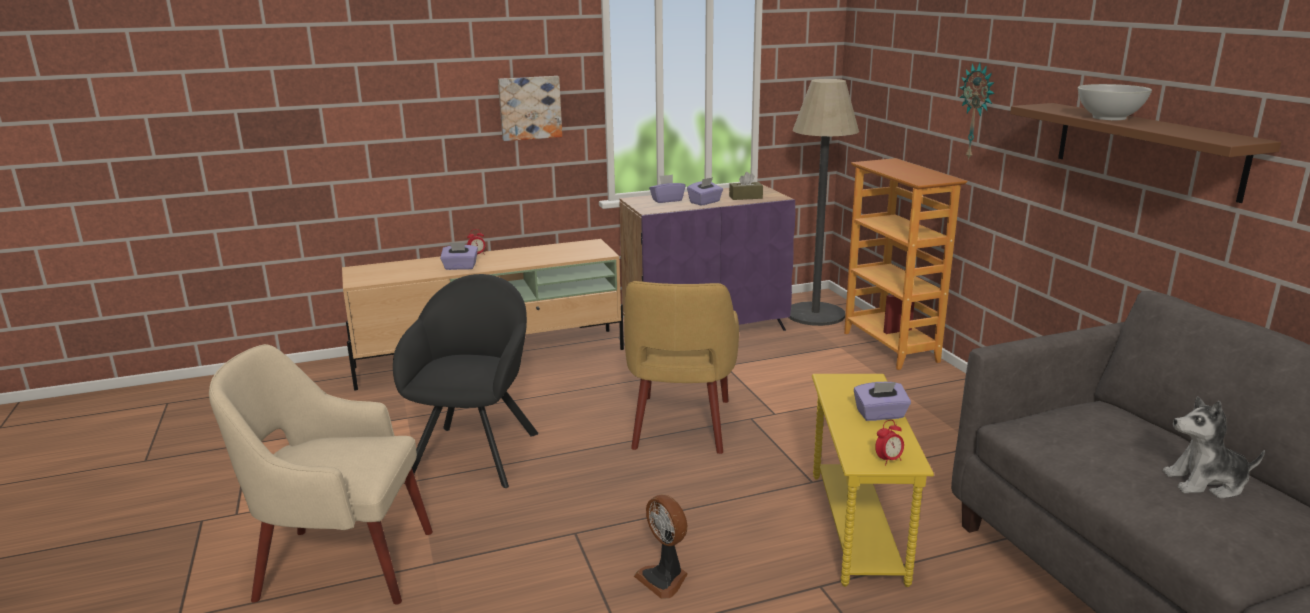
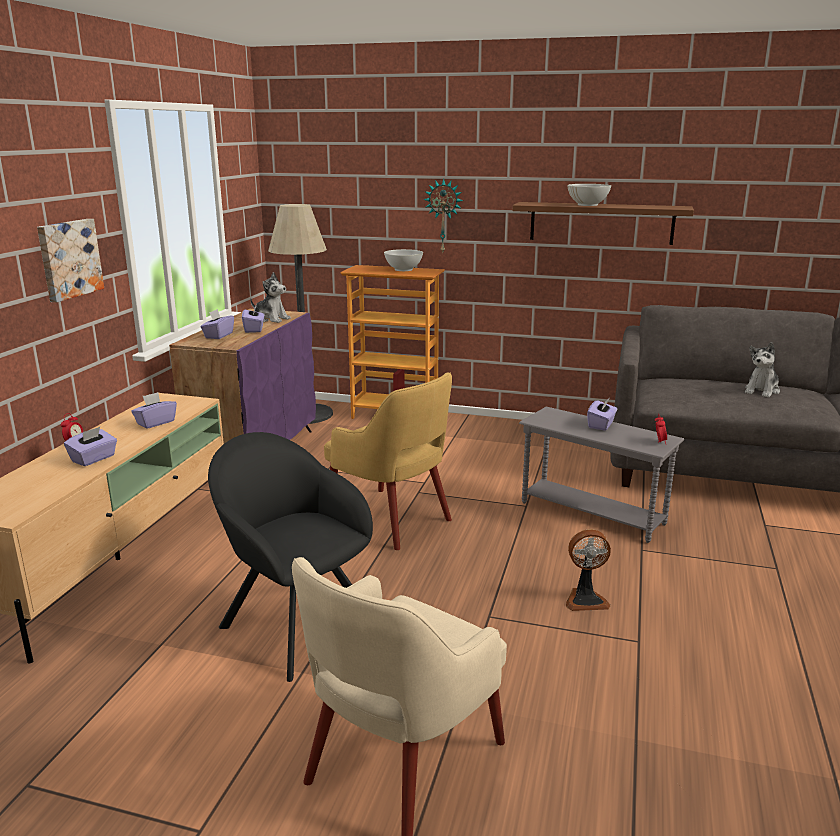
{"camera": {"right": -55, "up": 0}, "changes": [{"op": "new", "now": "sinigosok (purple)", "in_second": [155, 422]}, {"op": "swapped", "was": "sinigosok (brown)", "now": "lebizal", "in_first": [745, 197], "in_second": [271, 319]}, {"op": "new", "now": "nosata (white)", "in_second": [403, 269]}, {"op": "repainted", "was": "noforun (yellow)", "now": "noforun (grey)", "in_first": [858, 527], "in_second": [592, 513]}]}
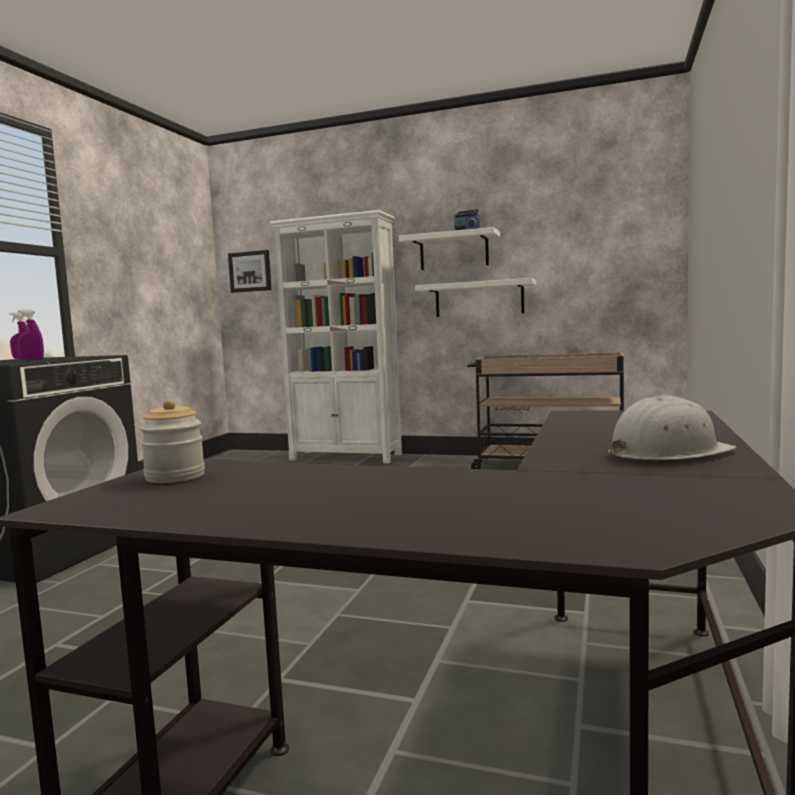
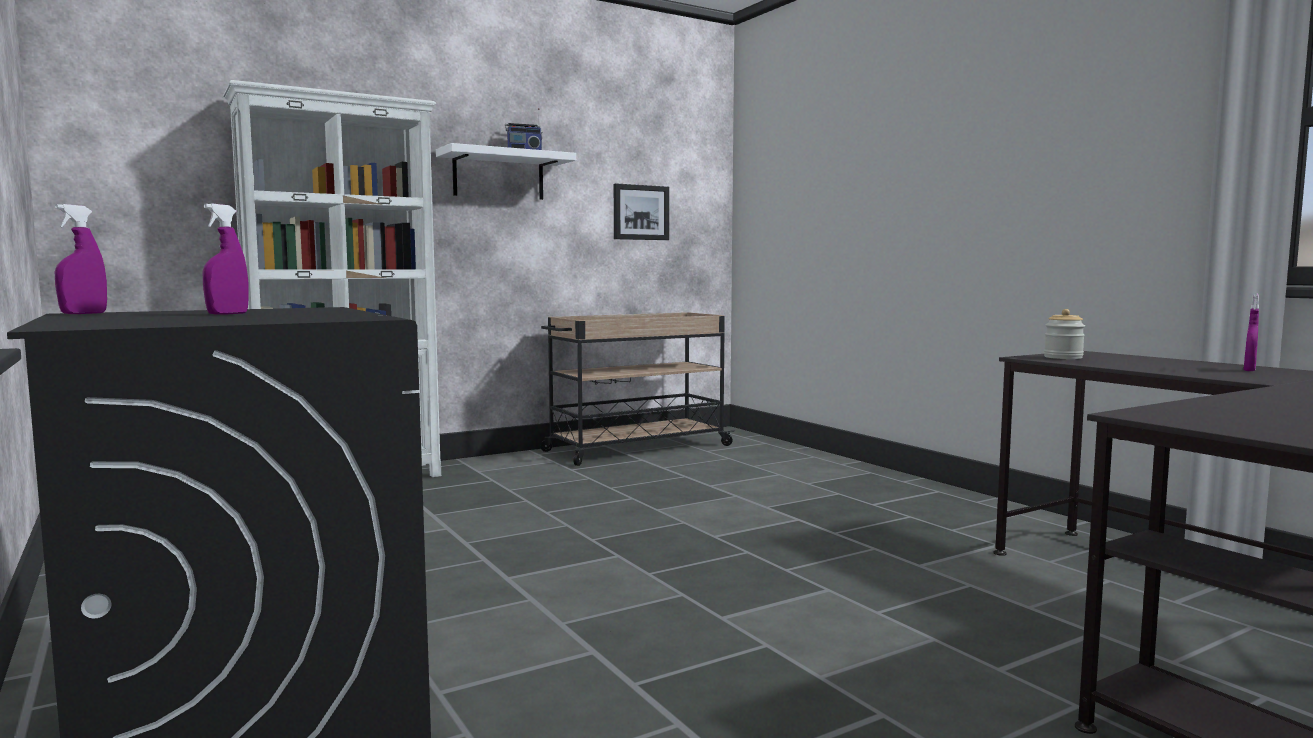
{"camera": {"right": -50, "up": 0}, "changes": [{"op": "shifted", "was": "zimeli", "in_first": [250, 271], "in_second": [640, 212]}, {"op": "shifted", "was": "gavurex", "in_first": [175, 476], "in_second": [1063, 357]}, {"op": "swapped", "was": "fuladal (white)", "now": "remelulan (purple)", "in_first": [667, 453], "in_second": [1249, 370]}, {"op": "gone", "was": "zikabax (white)", "in_first": [479, 299]}]}
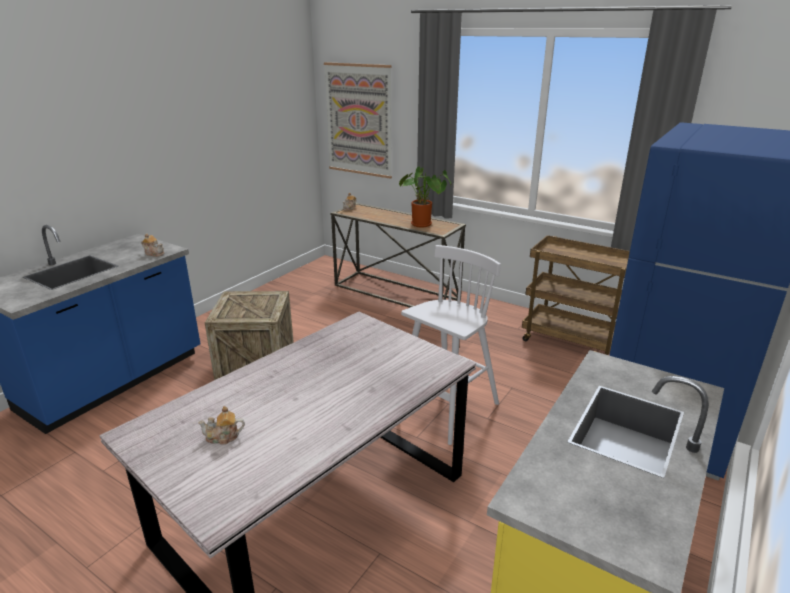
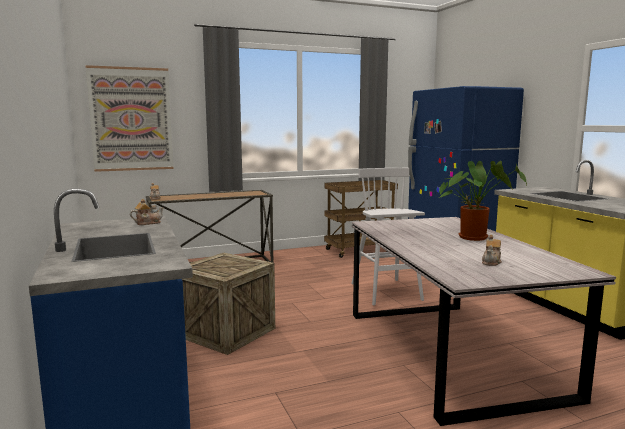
{"camera": {"right": -55, "up": -15}, "changes": [{"op": "shifted", "was": "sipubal", "in_first": [424, 225], "in_second": [475, 237]}]}
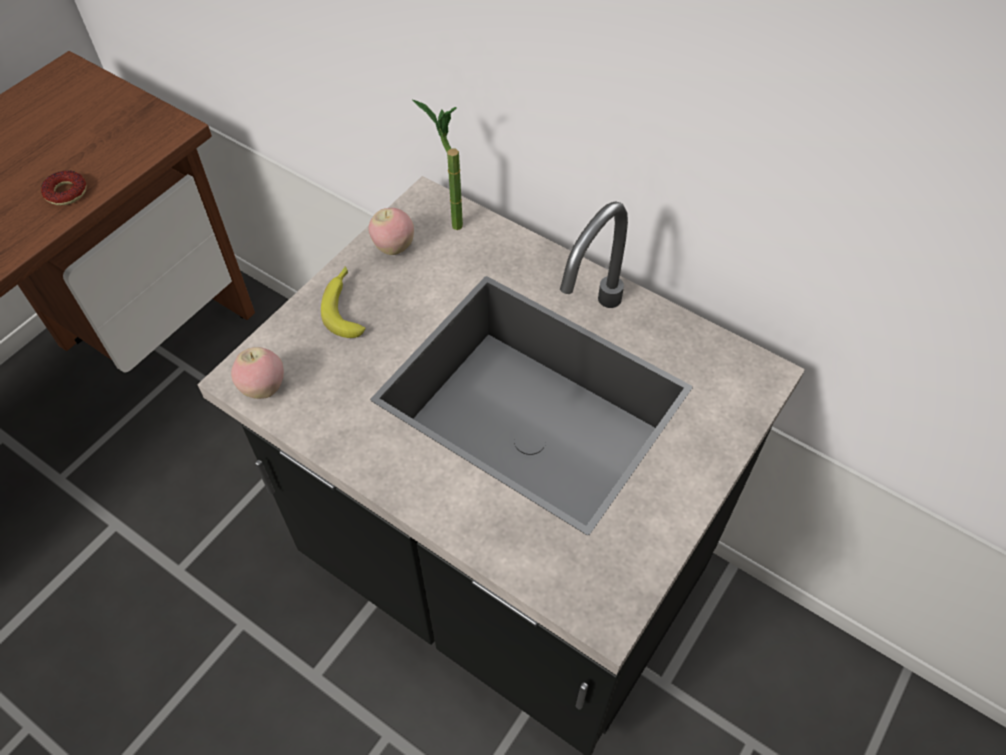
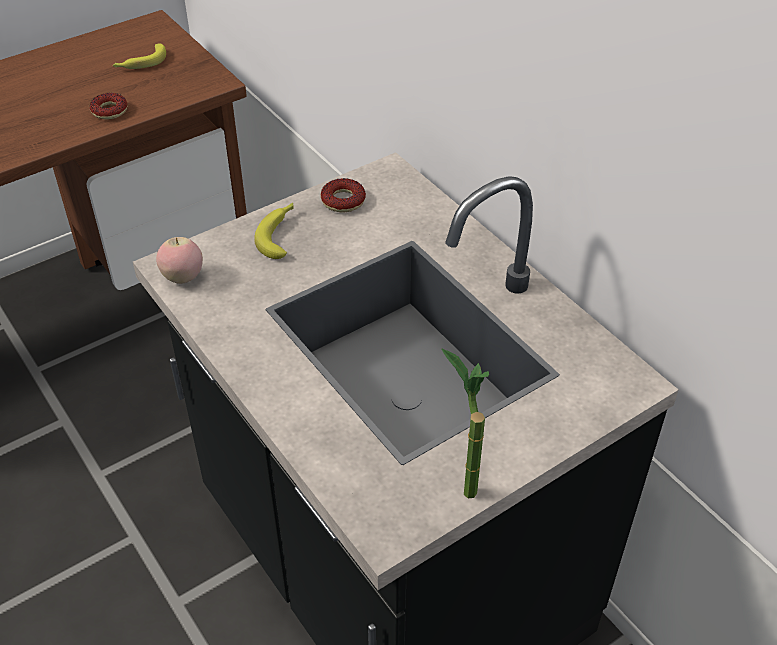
{"camera": {"right": 20, "up": -10}, "changes": [{"op": "new", "now": "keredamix", "in_second": [141, 63]}, {"op": "swapped", "was": "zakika", "now": "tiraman", "in_first": [393, 247], "in_second": [343, 200]}, {"op": "shifted", "was": "sipubal", "in_first": [448, 221], "in_second": [461, 483]}]}
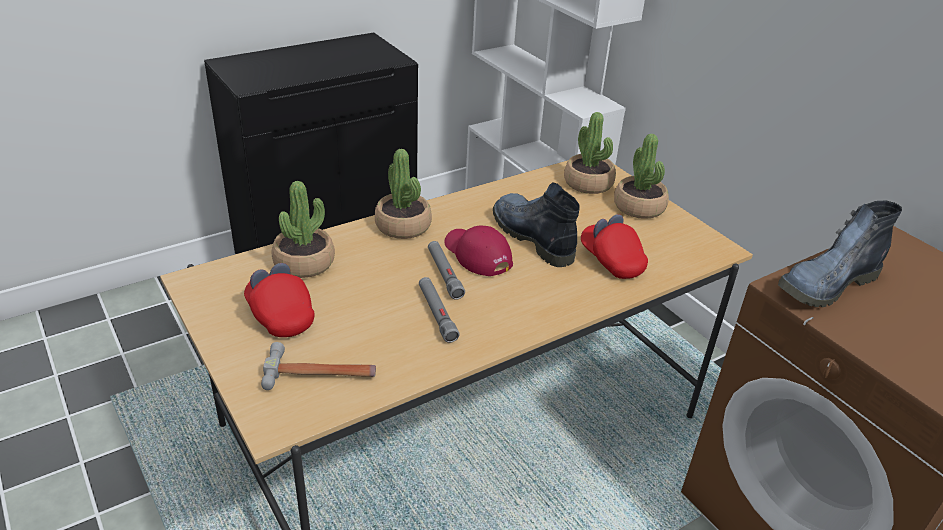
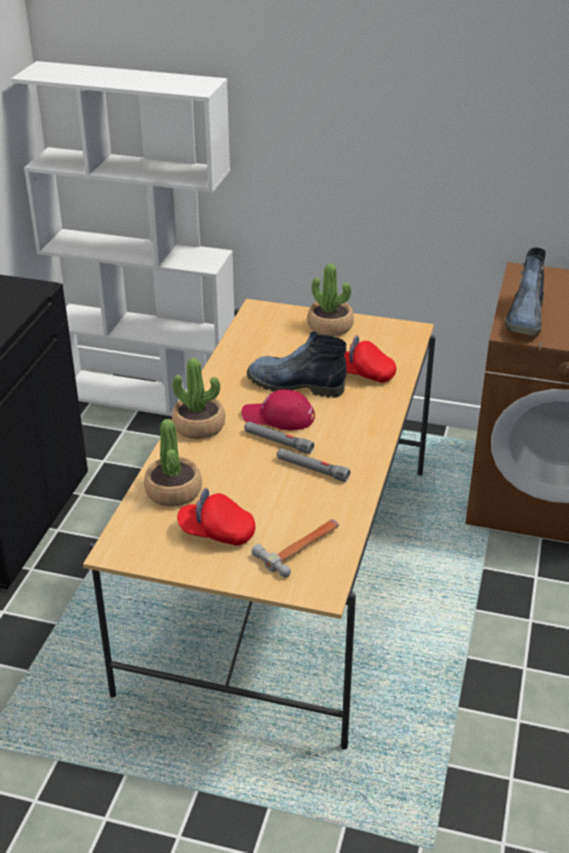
{"camera": {"right": -40, "up": 0}, "changes": [{"op": "gone", "was": "sipubal", "in_first": [588, 183]}]}
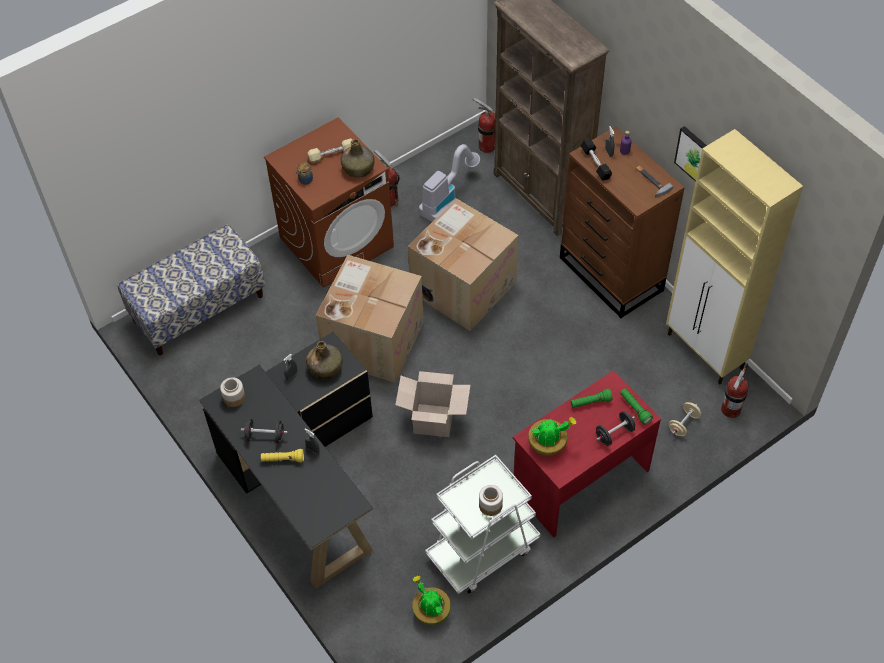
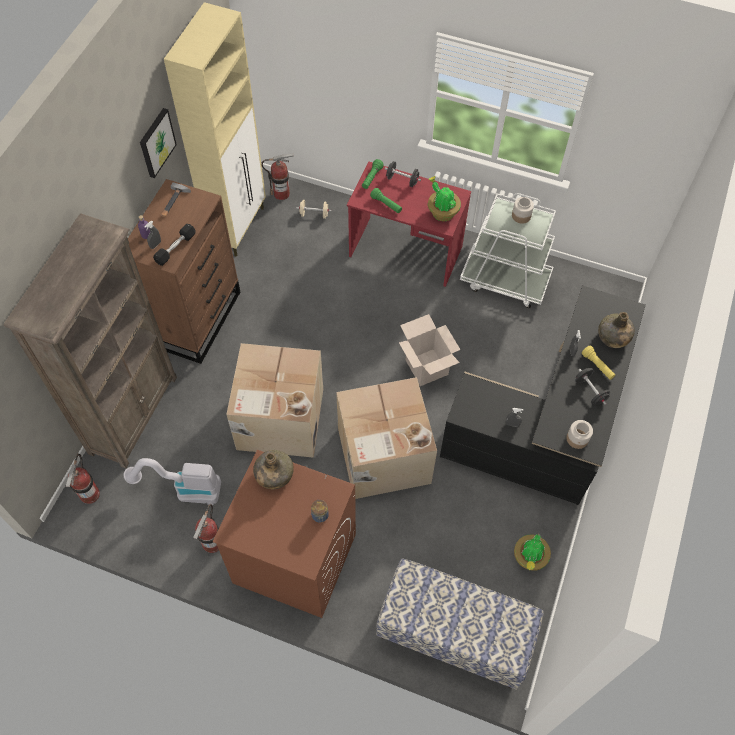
{"camera": {"right": -125, "up": 5}, "changes": [{"op": "shifted", "was": "sipubal", "in_first": [430, 611], "in_second": [529, 558]}, {"op": "shifted", "was": "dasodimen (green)", "in_first": [325, 367], "in_second": [612, 337]}, {"op": "gone", "was": "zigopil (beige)", "in_first": [332, 155]}]}
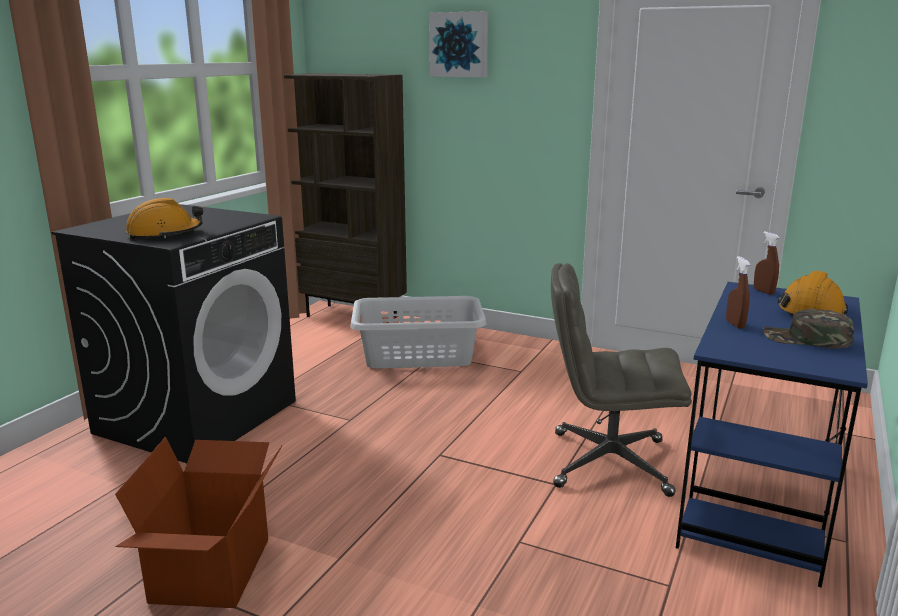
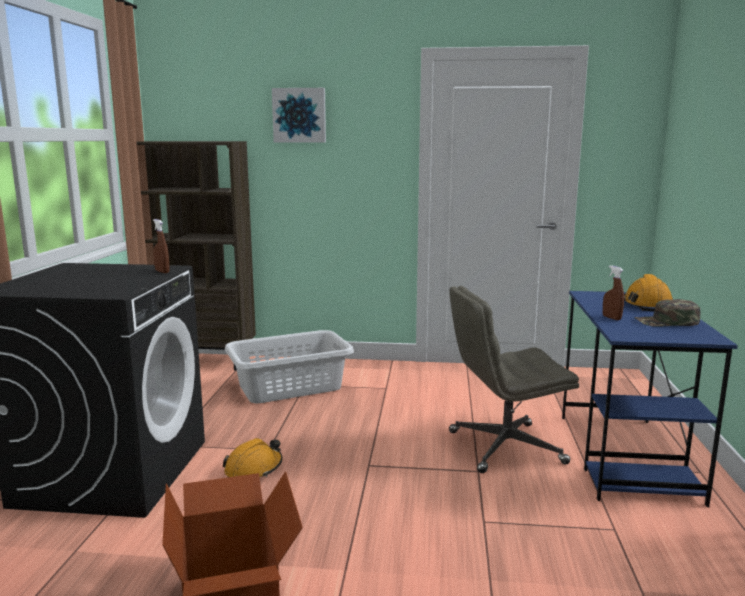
{"camera": {"right": -20, "up": -5}, "changes": [{"op": "shifted", "was": "remelulan (brown)", "in_first": [763, 291], "in_second": [162, 272]}, {"op": "shifted", "was": "fuladal (orange)", "in_first": [165, 234], "in_second": [254, 469]}]}
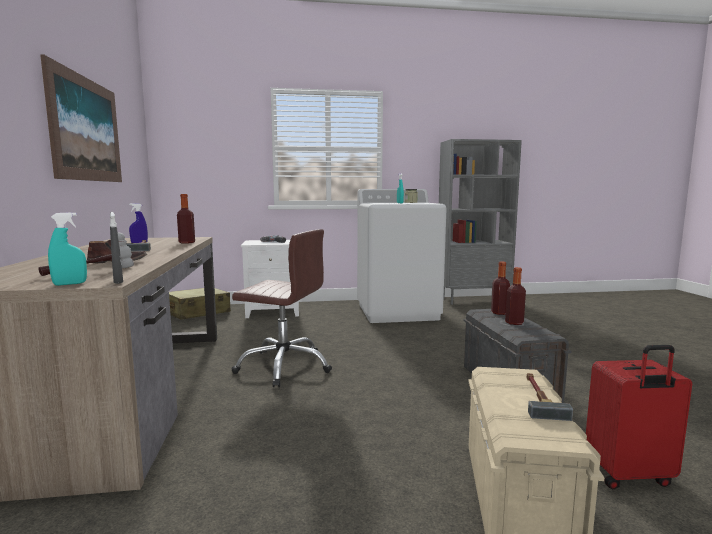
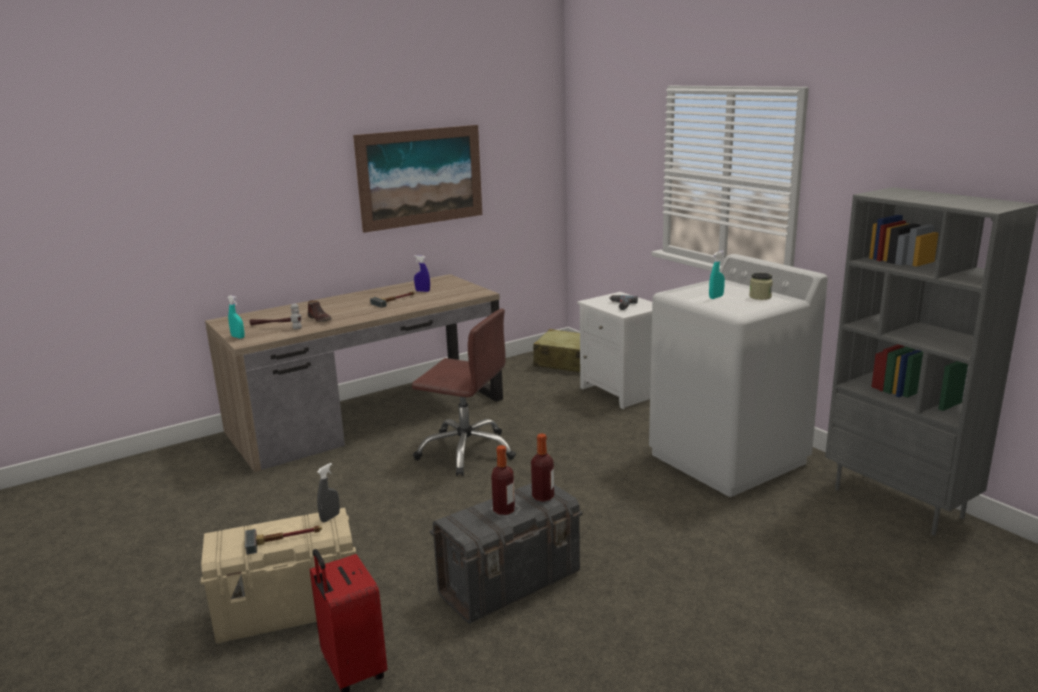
{"camera": {"right": 65, "up": 10}, "changes": [{"op": "shifted", "was": "remelulan (grey)", "in_first": [118, 281], "in_second": [330, 517]}, {"op": "rotated", "was": "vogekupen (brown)", "in_first": [284, 366], "in_second": [466, 451], "clockwise": -60}, {"op": "gone", "was": "dasodimen", "in_first": [187, 242]}]}
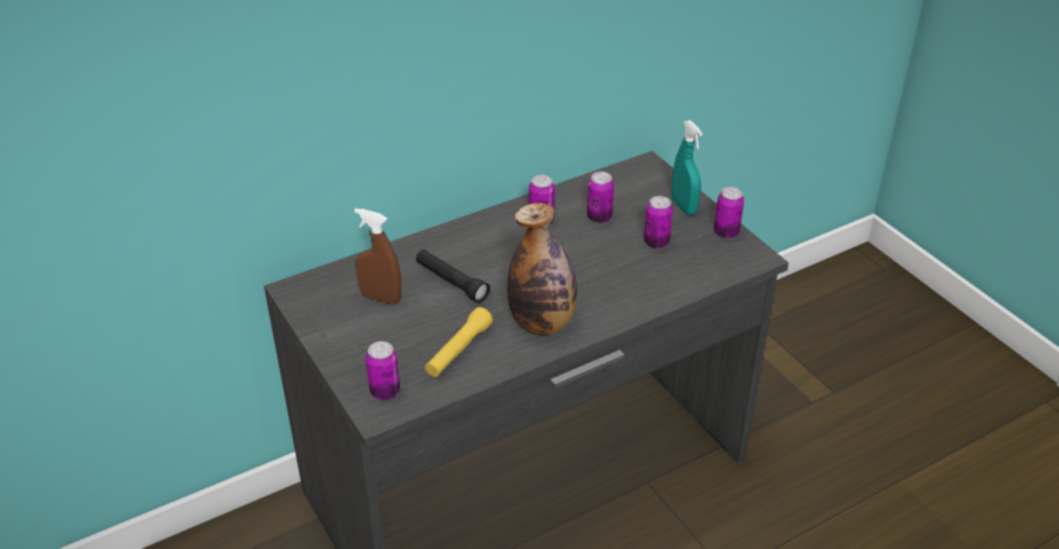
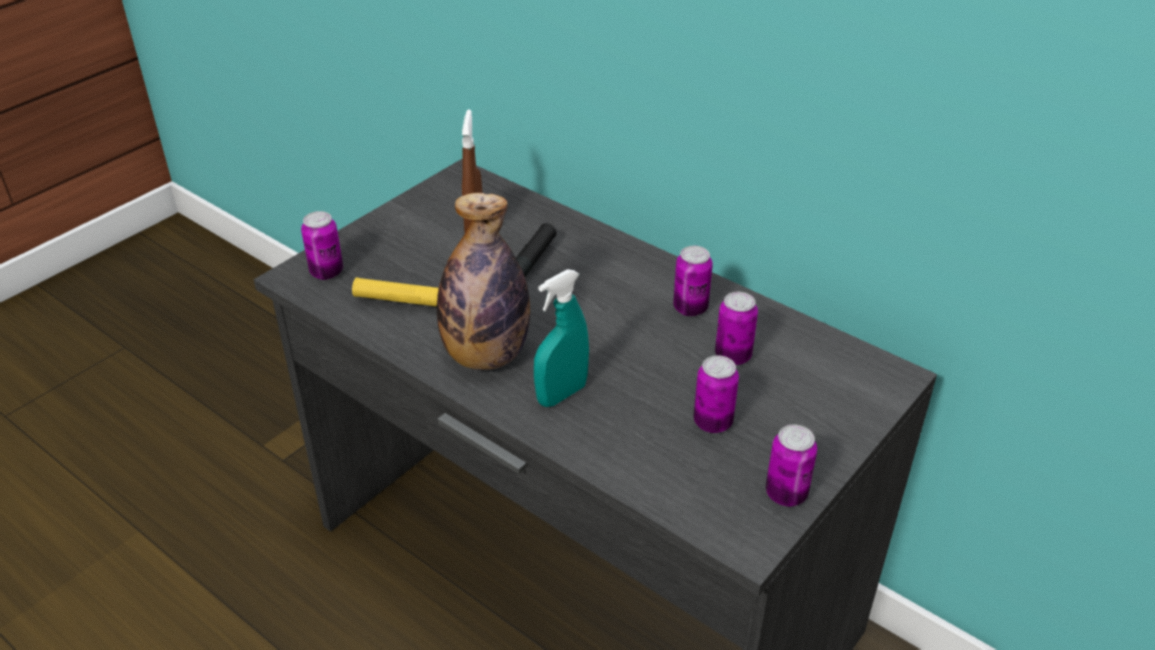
{"camera": {"right": 70, "up": 0}, "changes": [{"op": "shifted", "was": "remelulan (turquoise)", "in_first": [684, 206], "in_second": [561, 394]}]}
